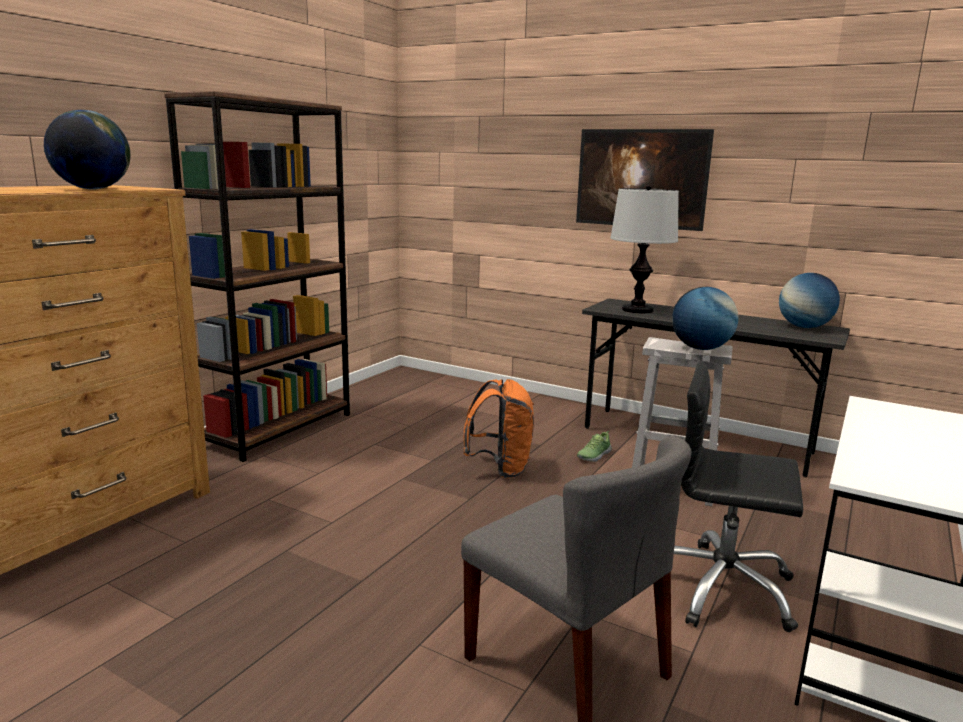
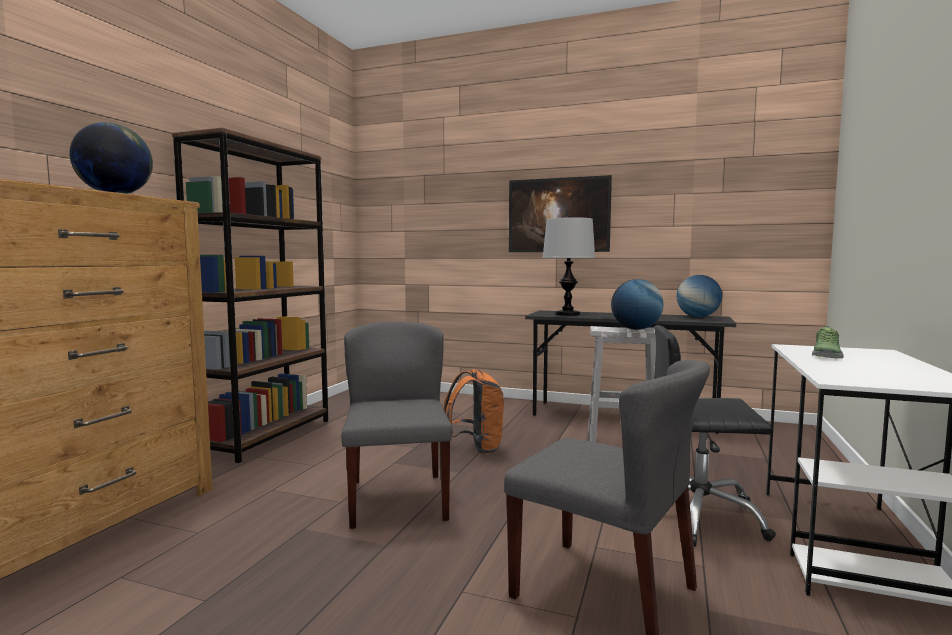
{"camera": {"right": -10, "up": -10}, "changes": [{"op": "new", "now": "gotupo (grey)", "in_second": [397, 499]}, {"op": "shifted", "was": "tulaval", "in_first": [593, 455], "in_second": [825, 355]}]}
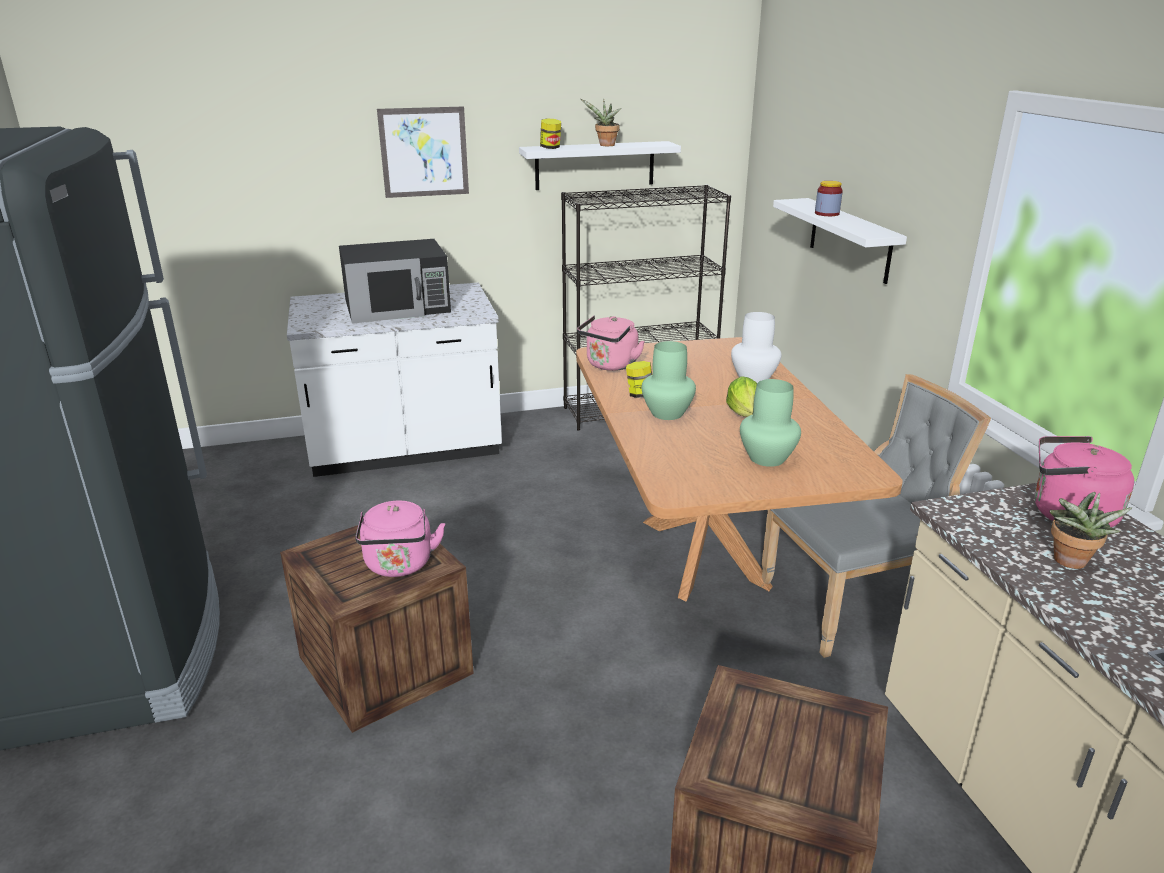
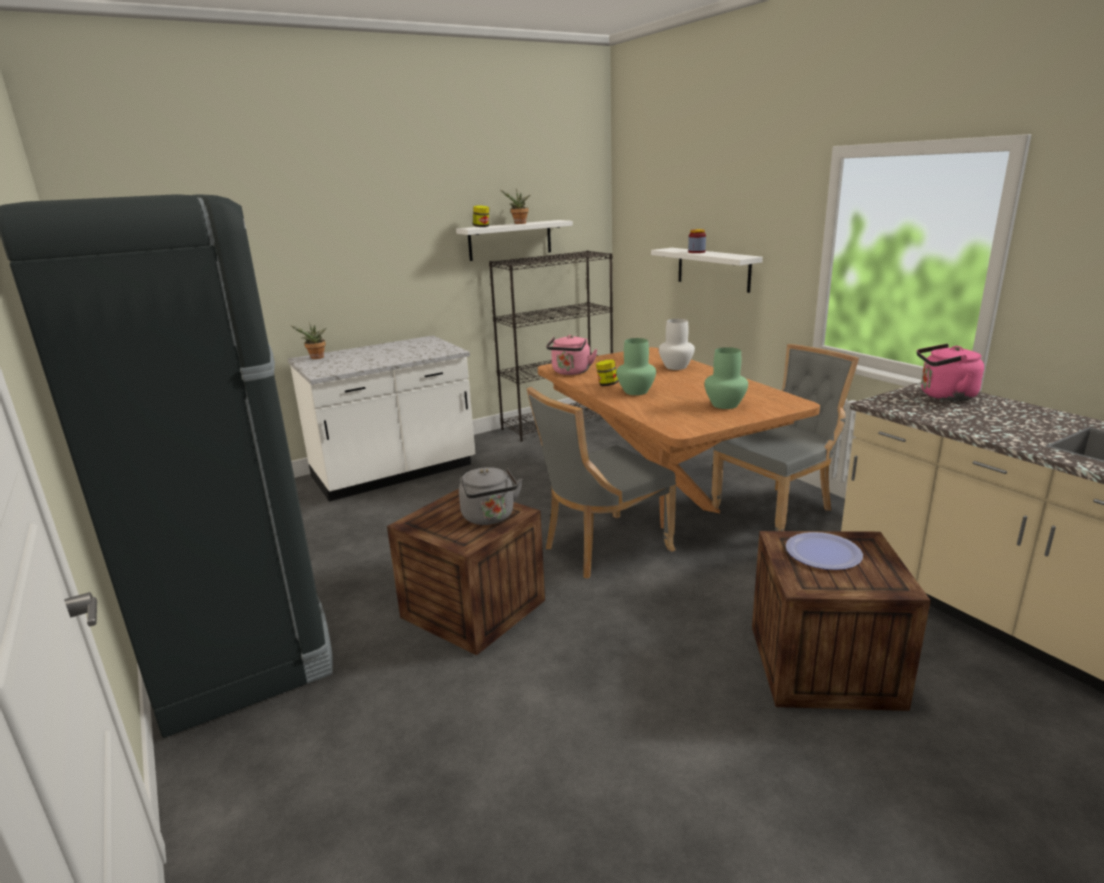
{"camera": {"right": -15, "up": -5}, "changes": [{"op": "shifted", "was": "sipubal", "in_first": [1070, 563], "in_second": [316, 358]}, {"op": "repainted", "was": "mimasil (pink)", "now": "mimasil (grey)", "in_first": [399, 566], "in_second": [490, 518]}, {"op": "new", "now": "gotupo (grey)", "in_second": [601, 548]}, {"op": "new", "now": "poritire", "in_second": [823, 553]}, {"op": "gone", "was": "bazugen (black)", "in_first": [398, 306]}, {"op": "gone", "was": "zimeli", "in_first": [424, 152]}, {"op": "gone", "was": "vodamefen", "in_first": [744, 415]}]}
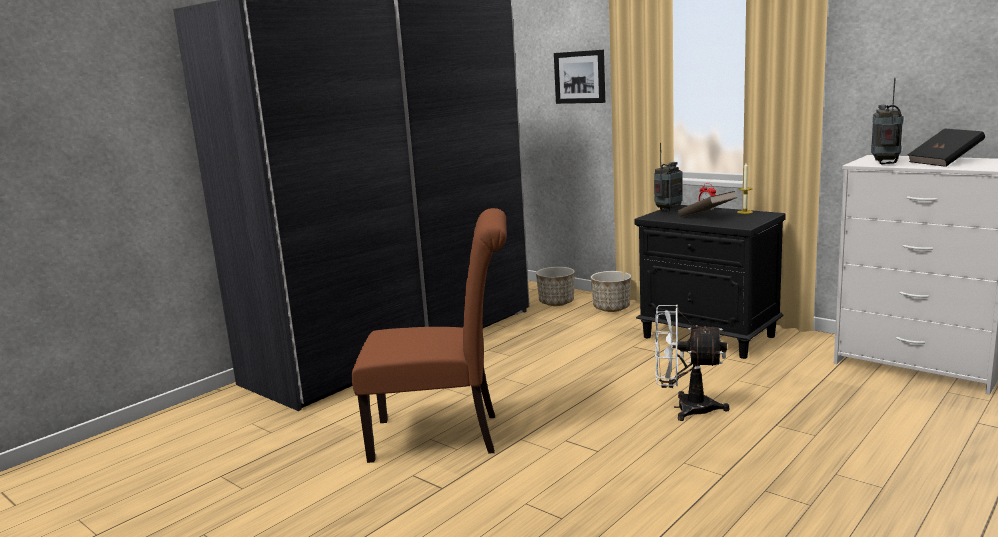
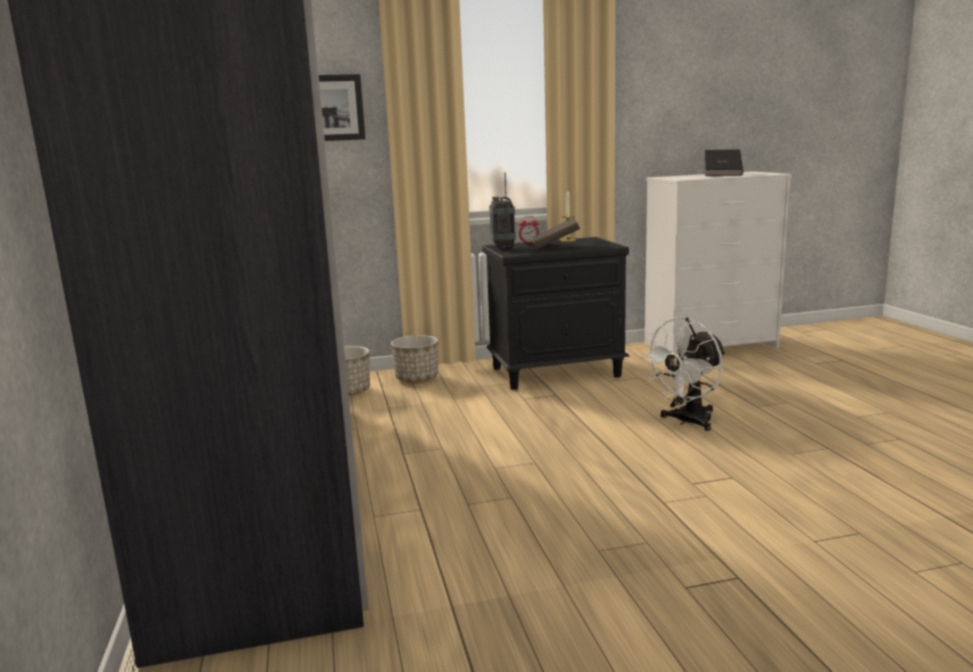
{"camera": {"right": -55, "up": 0}, "changes": [{"op": "gone", "was": "gotupo (brown)", "in_first": [444, 436]}, {"op": "gone", "was": "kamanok", "in_first": [885, 163]}]}
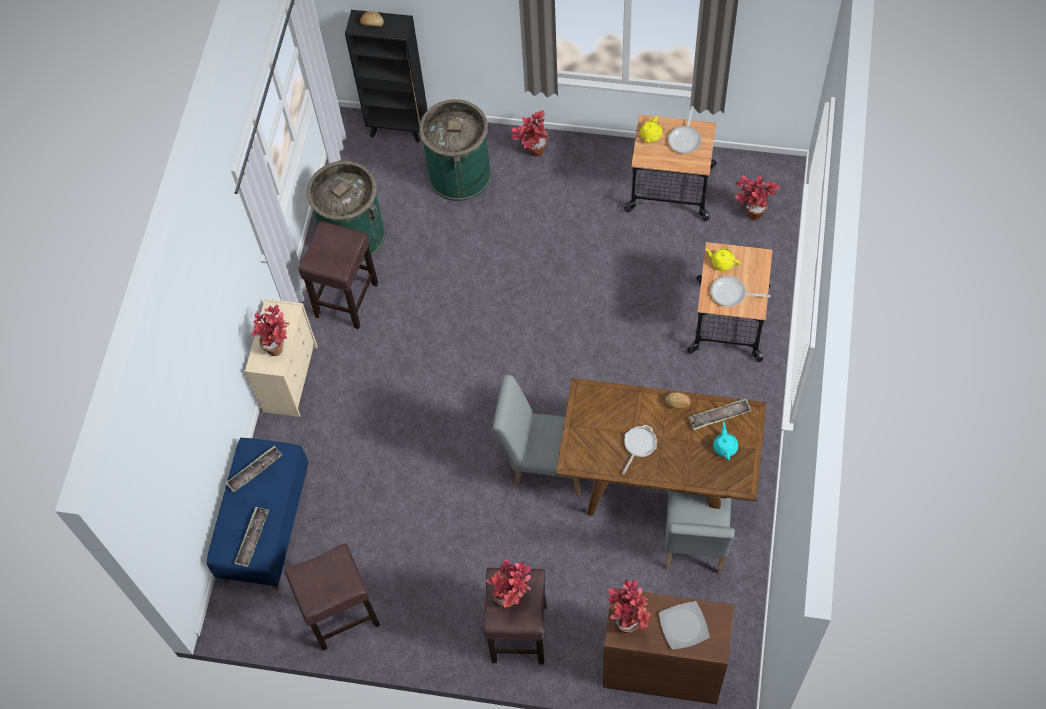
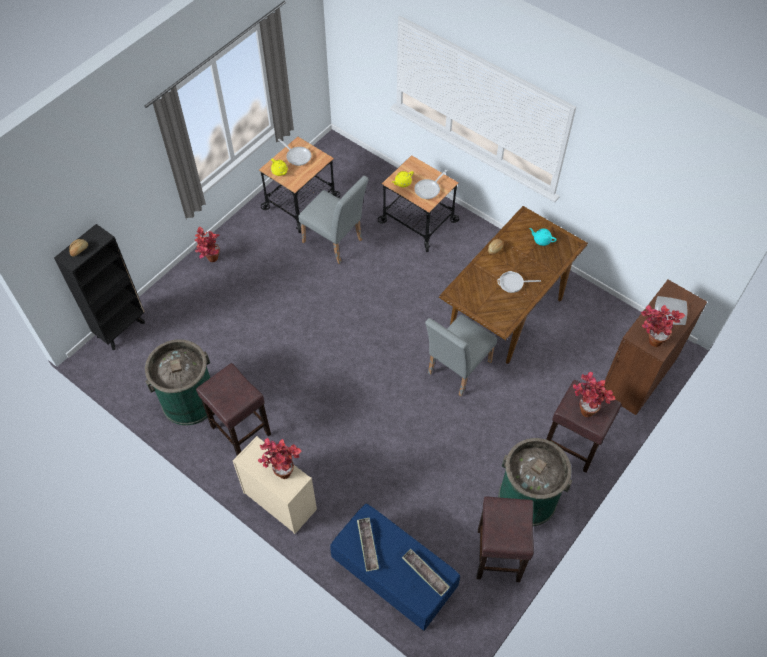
{"camera": {"right": -65, "up": -5}, "changes": [{"op": "shifted", "was": "gotupo (grey)", "in_first": [694, 546], "in_second": [335, 243]}, {"op": "rotated", "was": "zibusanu", "in_first": [639, 445], "in_second": [513, 283], "clockwise": -60}, {"op": "shifted", "was": "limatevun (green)", "in_first": [460, 174], "in_second": [527, 498]}, {"op": "gone", "was": "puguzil", "in_first": [719, 416]}, {"op": "gone", "was": "sipubal", "in_first": [751, 211]}]}
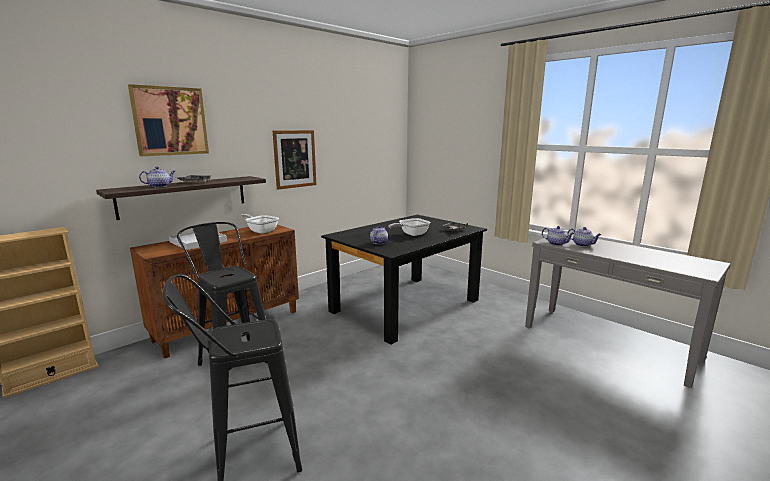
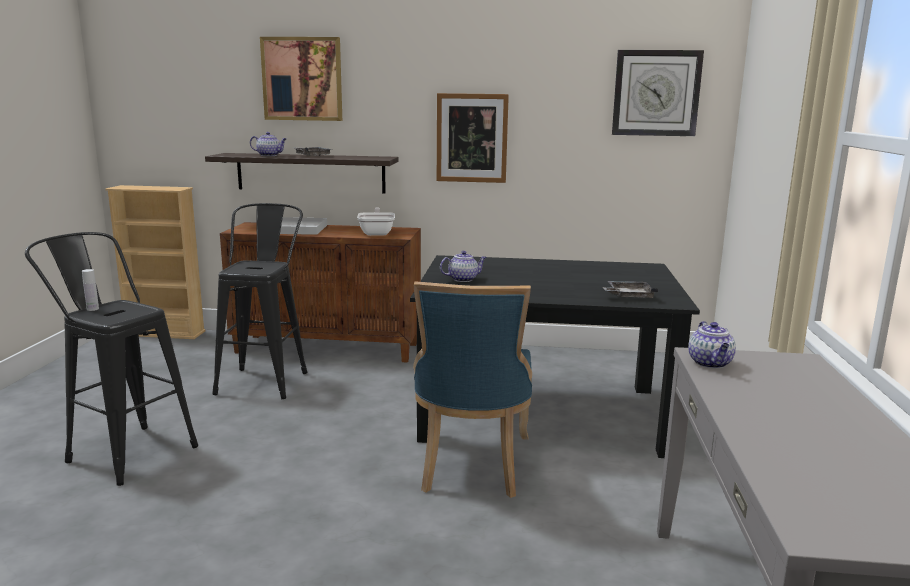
{"camera": {"right": 50, "up": 0}, "changes": [{"op": "new", "now": "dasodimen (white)", "in_second": [92, 309]}, {"op": "new", "now": "gotupo (blue)", "in_second": [472, 465]}, {"op": "new", "now": "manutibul", "in_second": [656, 93]}, {"op": "gone", "was": "zibusanu", "in_first": [411, 234]}, {"op": "gone", "was": "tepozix", "in_first": [583, 245]}]}
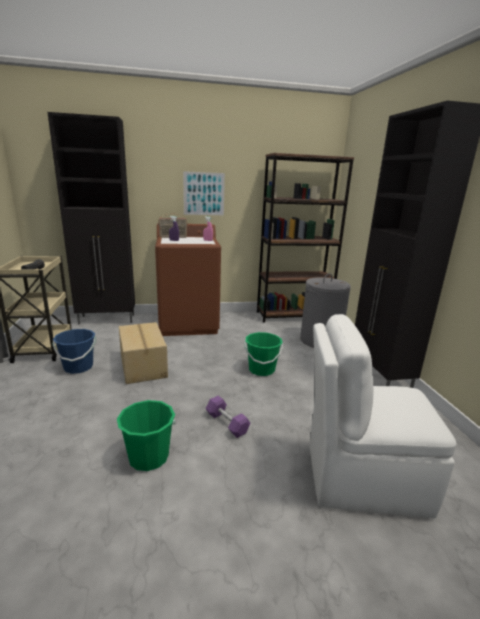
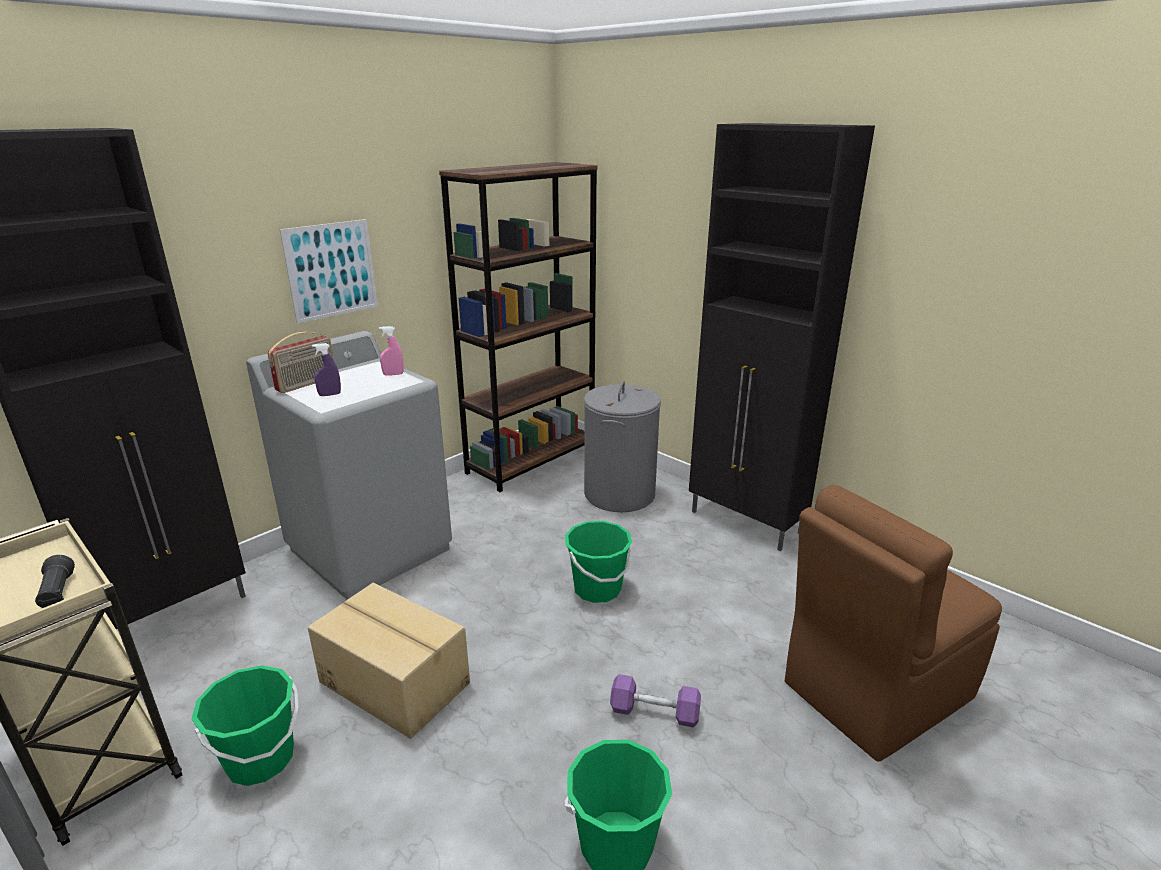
{"camera": {"right": -35, "up": 5}, "changes": [{"op": "repainted", "was": "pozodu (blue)", "now": "pozodu (green)", "in_first": [78, 367], "in_second": [260, 759]}, {"op": "repainted", "was": "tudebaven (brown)", "now": "tudebaven (grey)", "in_first": [188, 323], "in_second": [371, 548]}, {"op": "repainted", "was": "gotupo (white)", "now": "gotupo (brown)", "in_first": [361, 477], "in_second": [873, 691]}]}
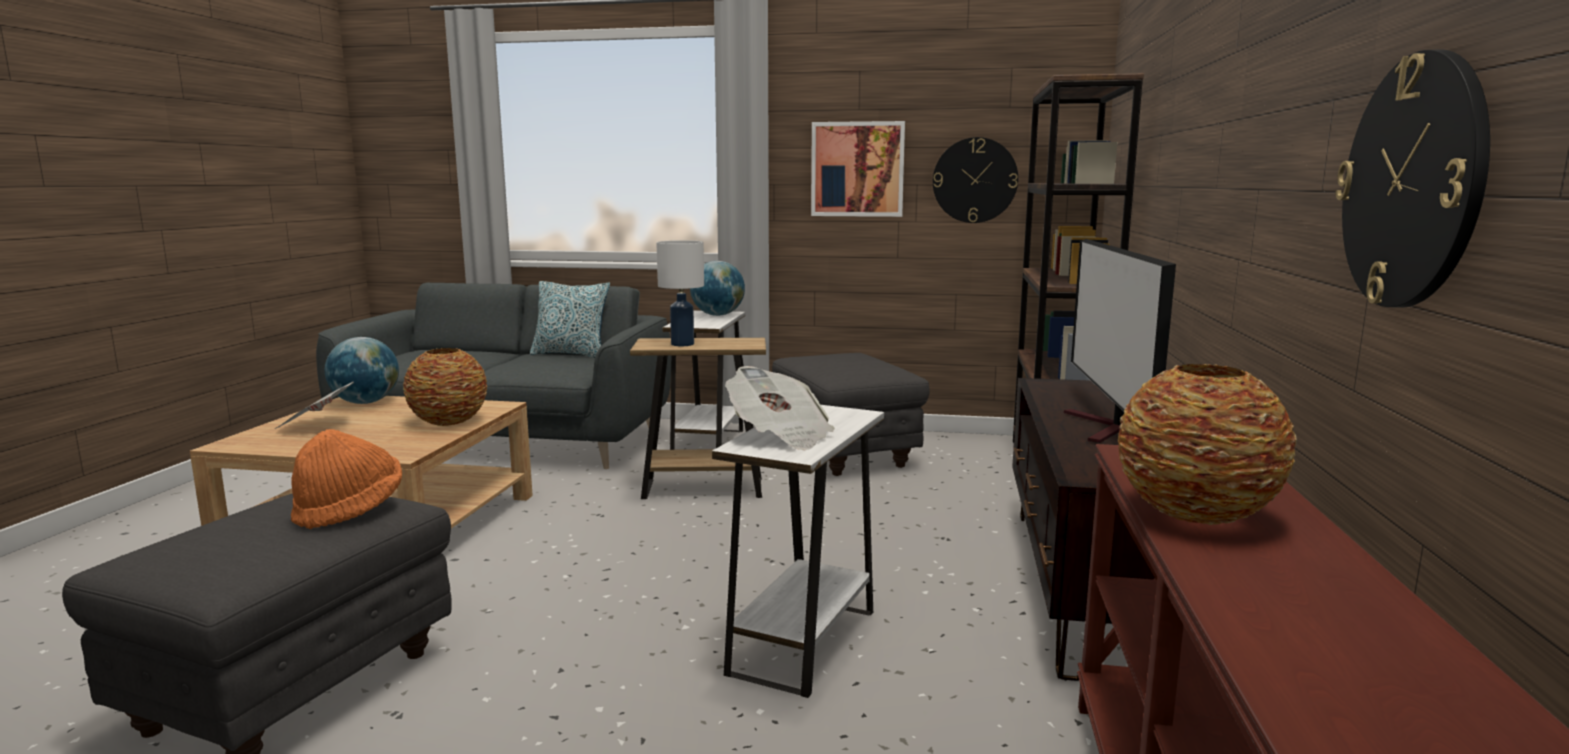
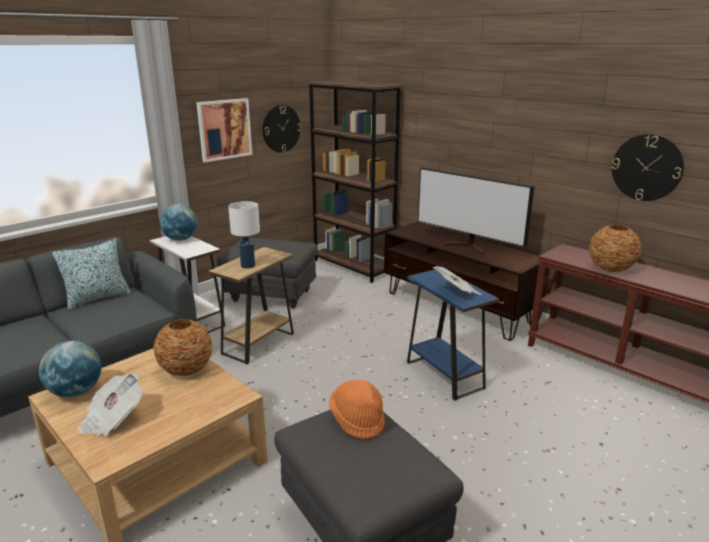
{"camera": {"right": -55, "up": 10}, "changes": [{"op": "repainted", "was": "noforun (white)", "now": "noforun (blue)", "in_first": [803, 642], "in_second": [444, 375]}]}
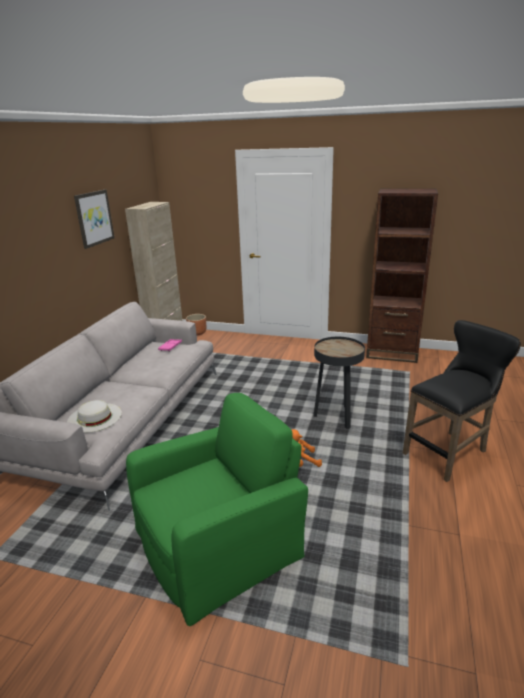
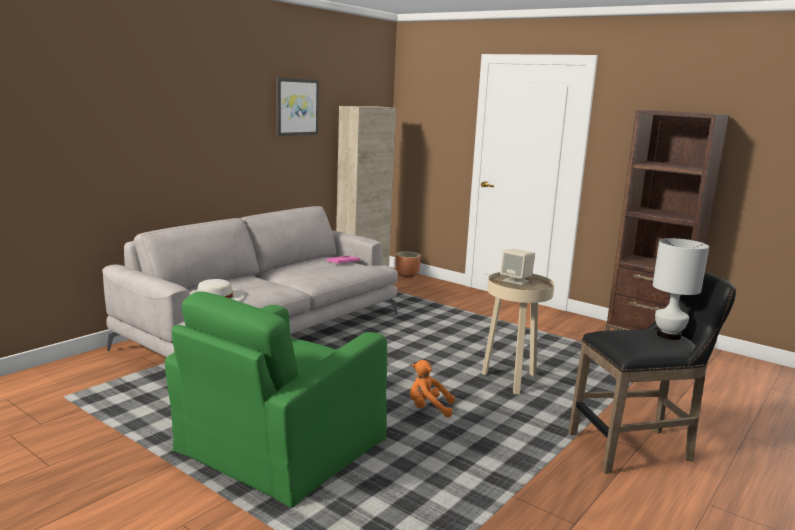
{"camera": {"right": 20, "up": -10}, "changes": [{"op": "rotated", "was": "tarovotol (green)", "in_first": [219, 541], "in_second": [280, 446], "clockwise": 135}, {"op": "repainted", "was": "noforun (black)", "now": "noforun (beige)", "in_first": [336, 417], "in_second": [510, 381]}, {"op": "new", "now": "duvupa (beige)", "in_second": [516, 281]}, {"op": "new", "now": "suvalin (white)", "in_second": [668, 335]}]}
